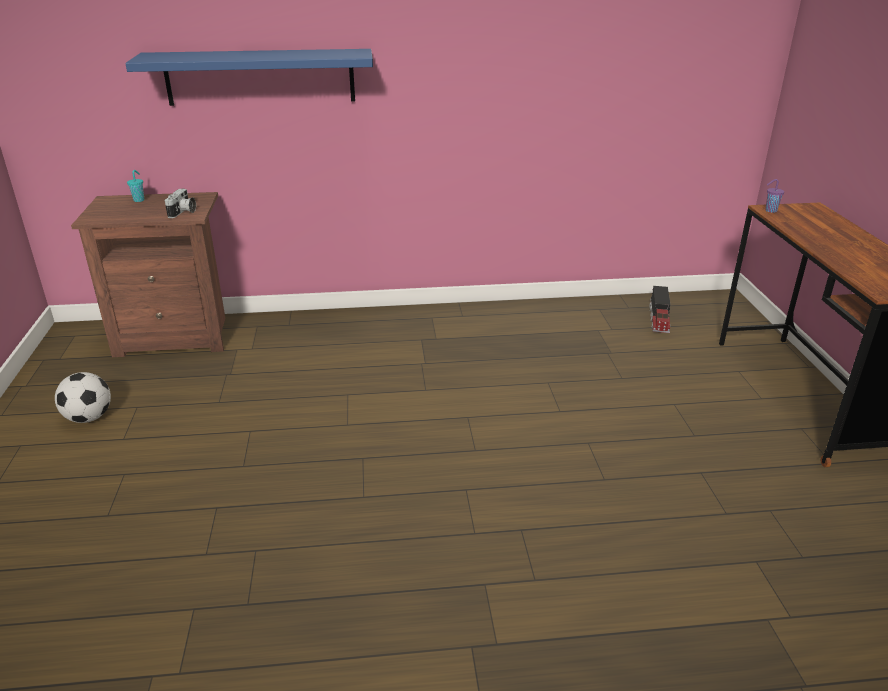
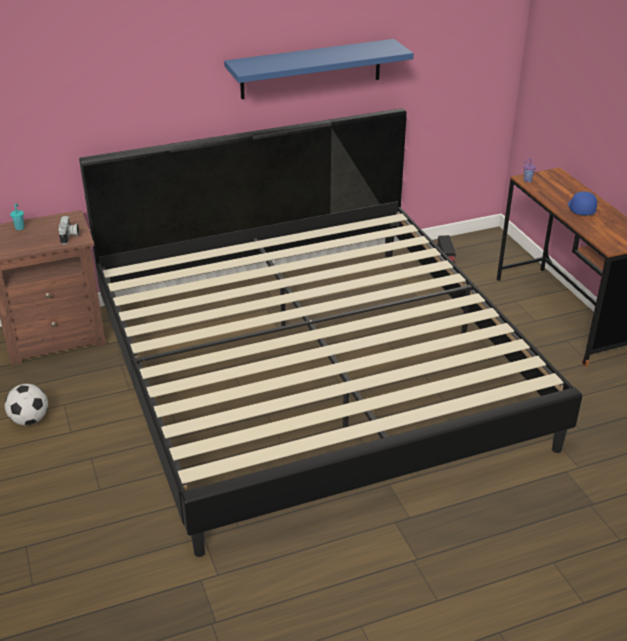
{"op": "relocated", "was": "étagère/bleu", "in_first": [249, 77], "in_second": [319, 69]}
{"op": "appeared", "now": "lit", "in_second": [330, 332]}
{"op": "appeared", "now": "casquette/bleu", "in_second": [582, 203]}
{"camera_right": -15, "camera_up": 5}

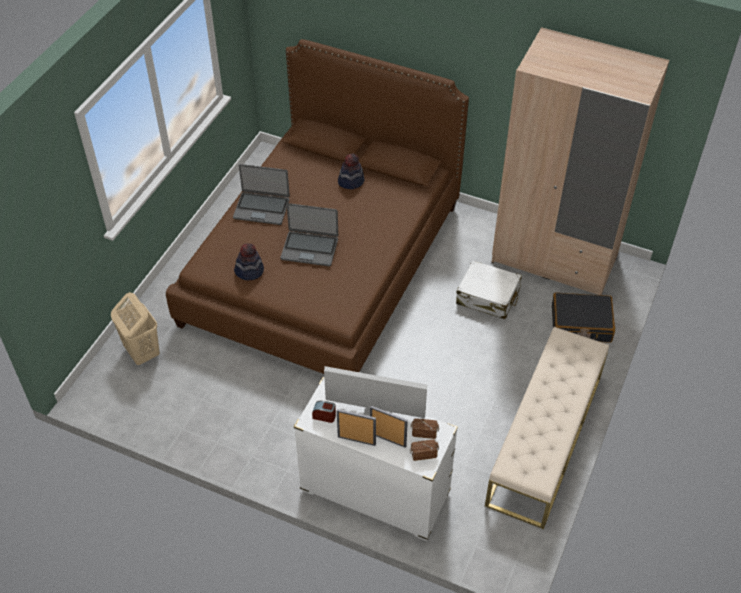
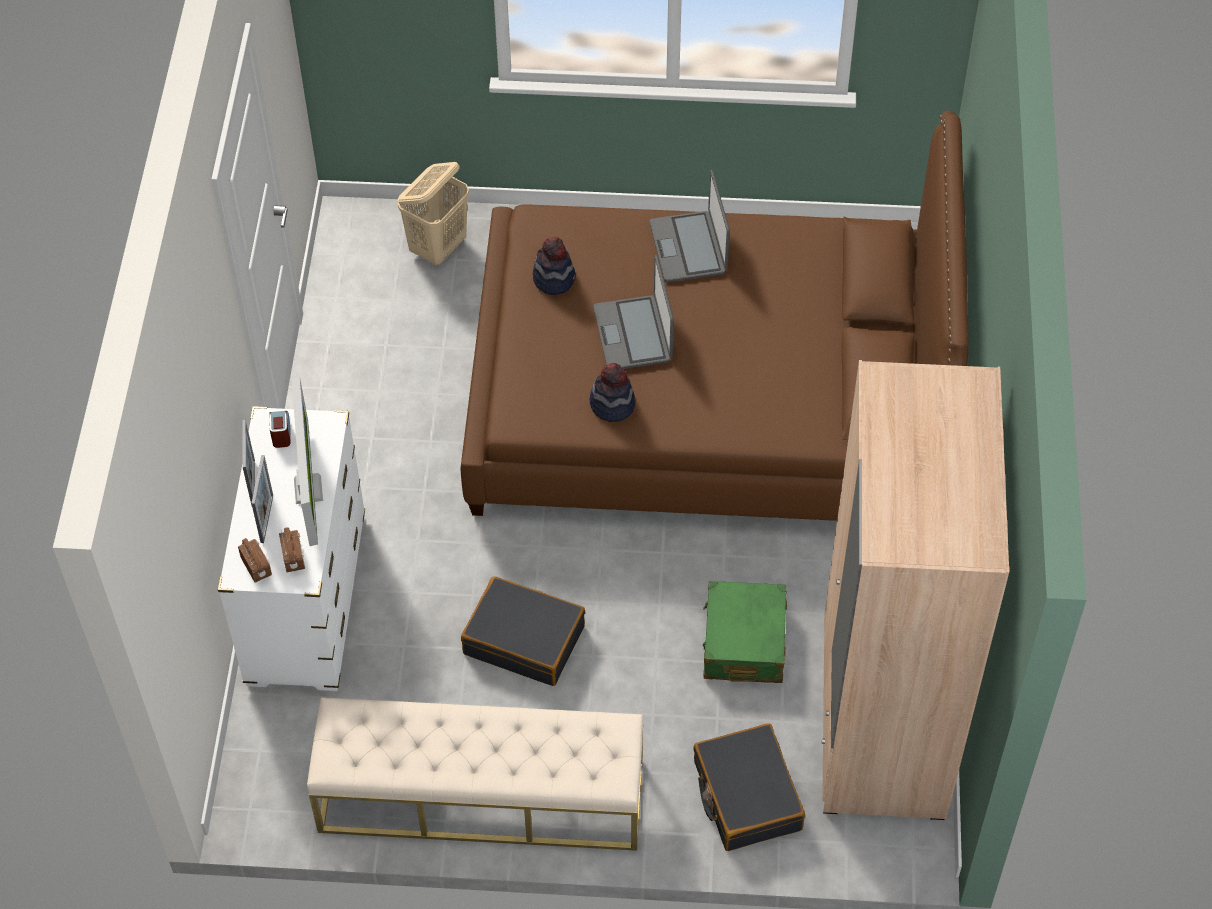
{"op": "relocated", "was": "chapeau", "in_first": [351, 171], "in_second": [612, 392]}
{"op": "colour", "was": "valise/blanc", "now": "valise/vert", "in_first": [489, 289], "in_second": [745, 632]}
{"op": "appeared", "now": "valise/noir", "in_second": [523, 631]}
{"camera_right": 70, "camera_up": 5}

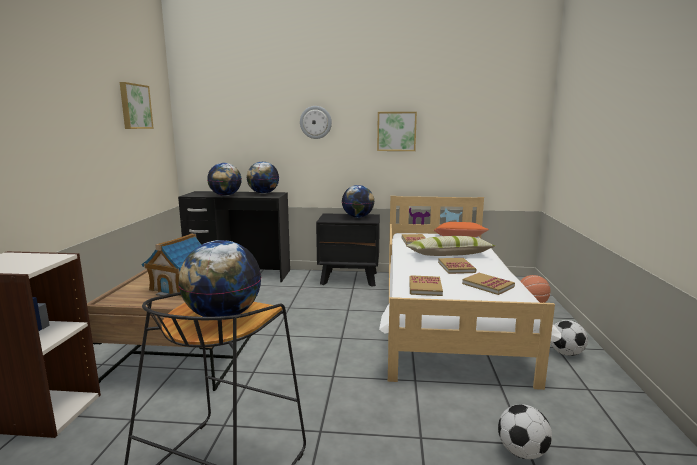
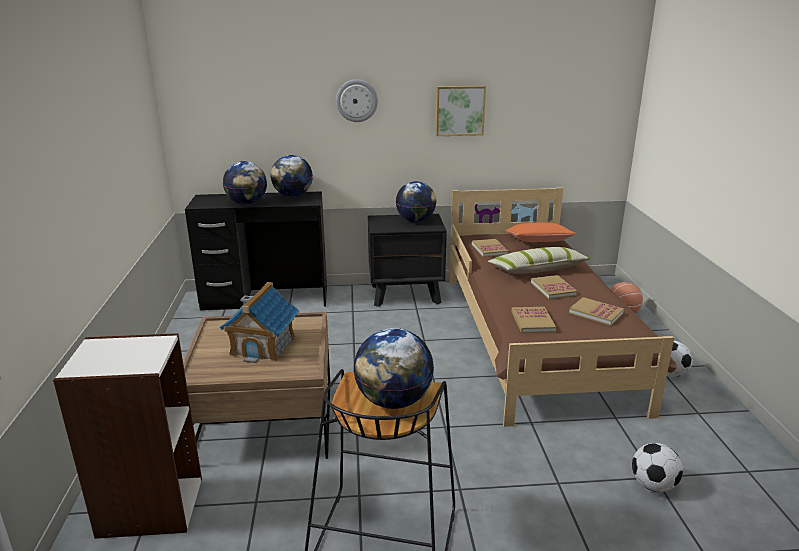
{"op": "missing", "was": "tableau", "in_first": [137, 105]}
{"op": "colour", "was": "lit/blanc", "now": "lit/marron", "in_first": [470, 293], "in_second": [563, 307]}
{"camera_right": -10, "camera_up": 10}

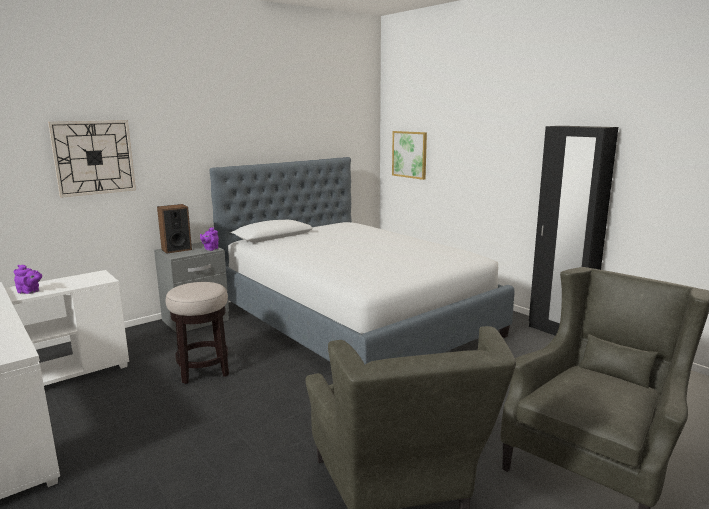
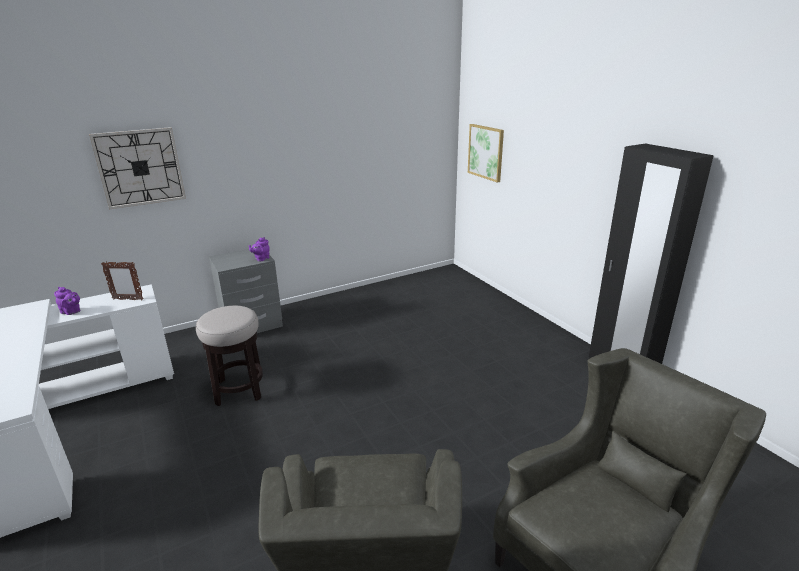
{"op": "missing", "was": "enceinte", "in_first": [174, 229]}
{"op": "missing", "was": "lit", "in_first": [362, 261]}
{"op": "appeared", "now": "cadre photo", "in_second": [122, 281]}
{"camera_right": 10, "camera_up": 10}

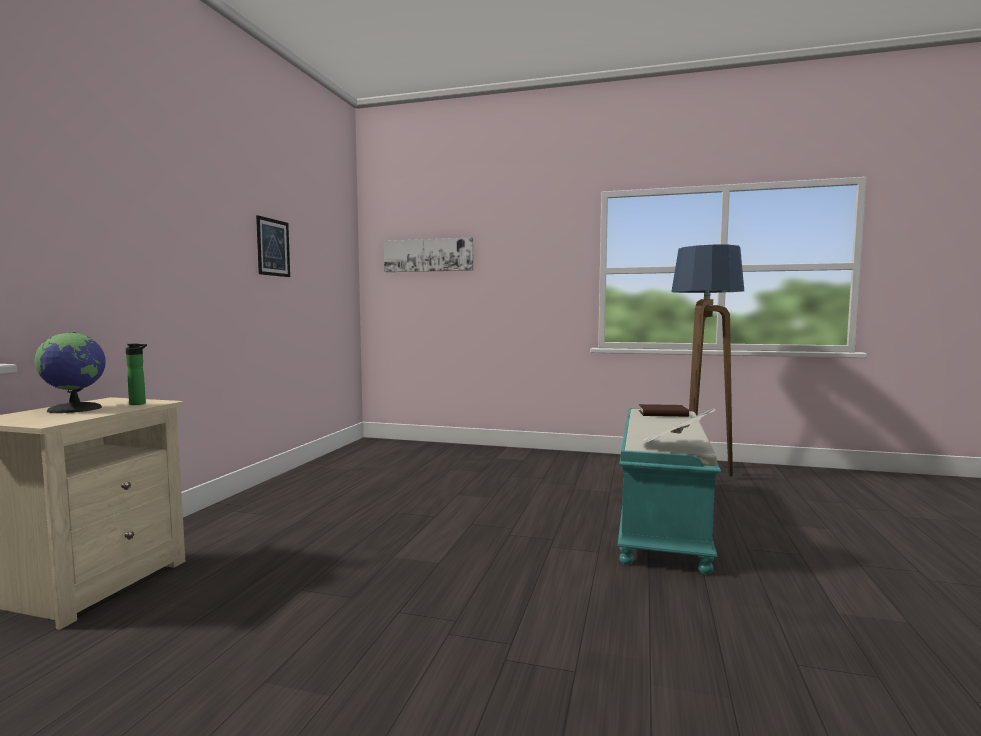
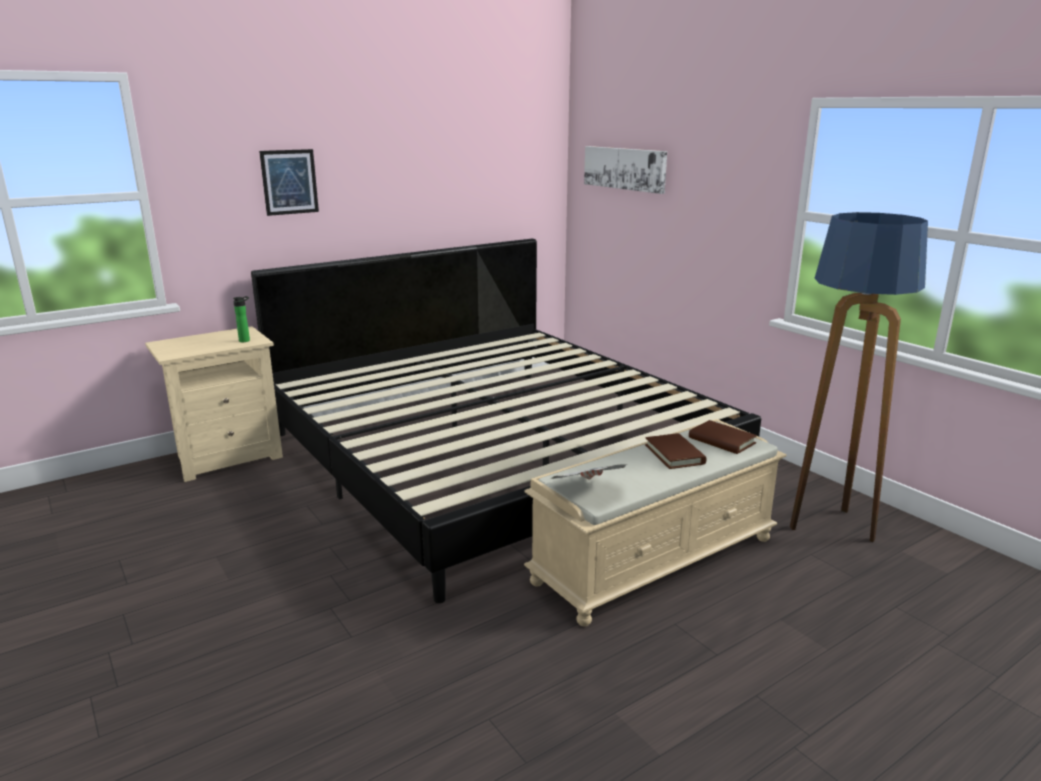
{"op": "missing", "was": "globe", "in_first": [70, 372]}
{"op": "relocated", "was": "tableau", "in_first": [273, 246], "in_second": [289, 182]}
{"op": "colour", "was": "banc/turquoise", "now": "banc/beige", "in_first": [669, 491], "in_second": [655, 522]}
{"op": "appeared", "now": "lit", "in_second": [506, 421]}
{"op": "appeared", "now": "livre/marron", "in_second": [676, 451]}
{"camera_right": 40, "camera_up": 15}

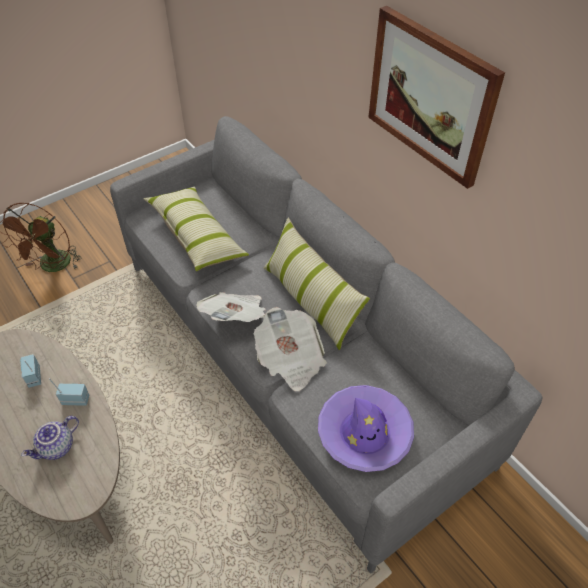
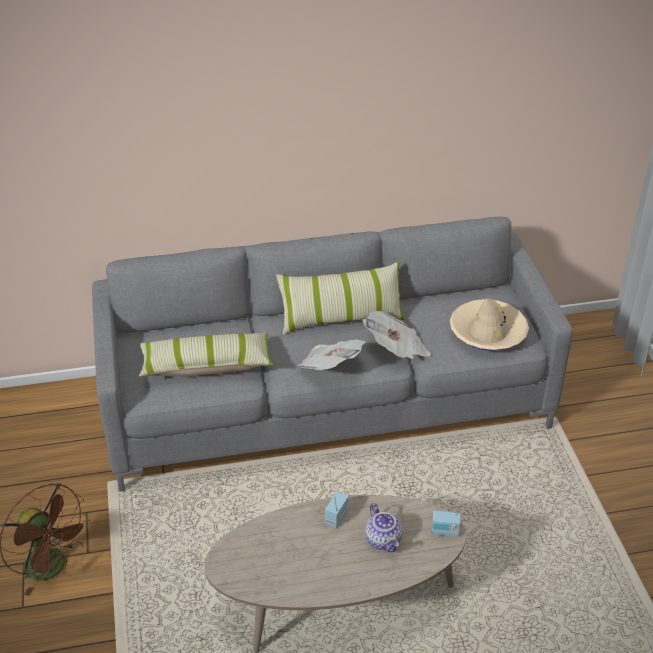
{"op": "relocated", "was": "radio", "in_first": [30, 371], "in_second": [447, 517]}
{"op": "colour", "was": "chapeau/violet", "now": "chapeau/beige", "in_first": [366, 428], "in_second": [489, 324]}
{"op": "missing", "was": "tableau", "in_first": [436, 97]}
{"camera_right": -65, "camera_up": -10}

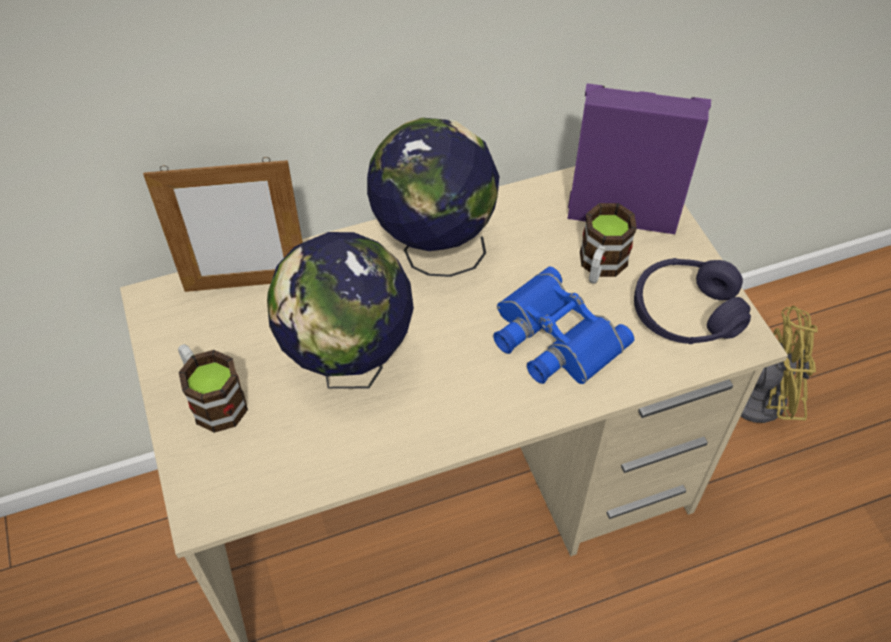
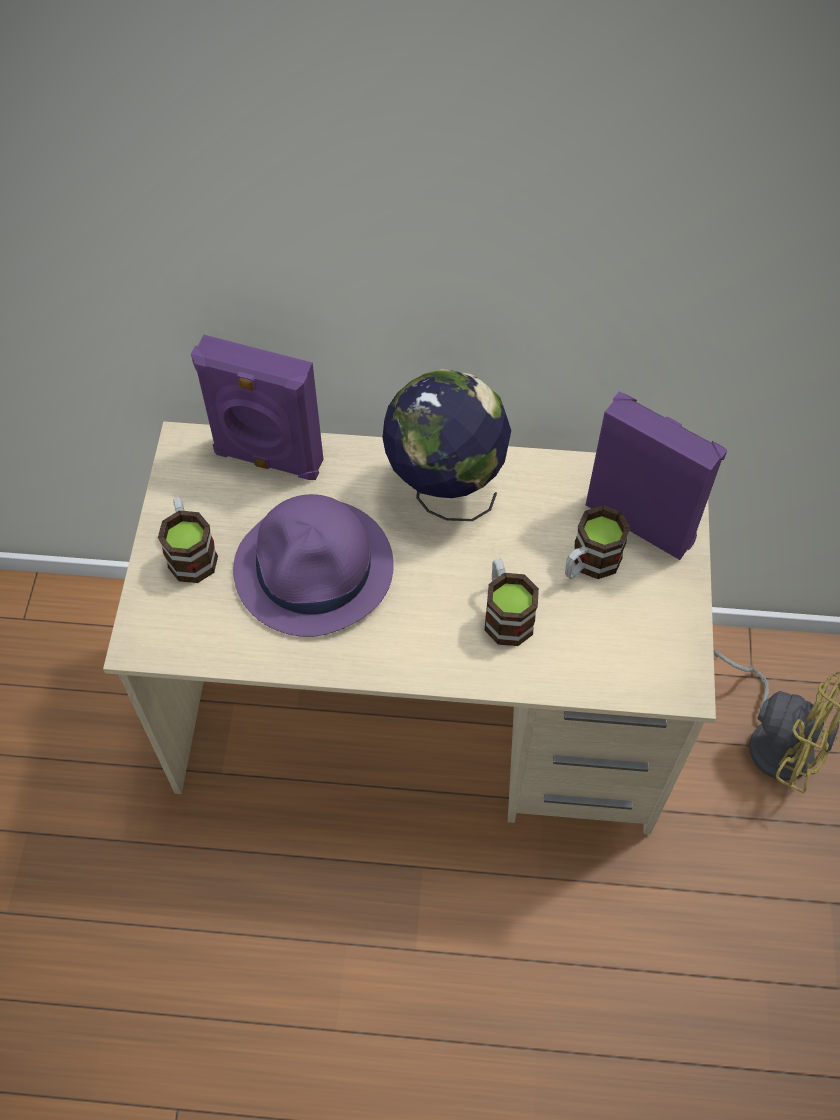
{"op": "exchanged", "was": "cadre photo", "now": "enceinte/violet", "in_first": [223, 224], "in_second": [257, 407]}
{"op": "exchanged", "was": "globe", "now": "chapeau/violet", "in_first": [340, 310], "in_second": [313, 565]}
{"op": "exchanged", "was": "jumelles/bleu", "now": "mug", "in_first": [563, 325], "in_second": [512, 602]}
{"op": "missing", "was": "casque audio/violet", "in_first": [692, 301]}
{"camera_right": 25, "camera_up": 5}

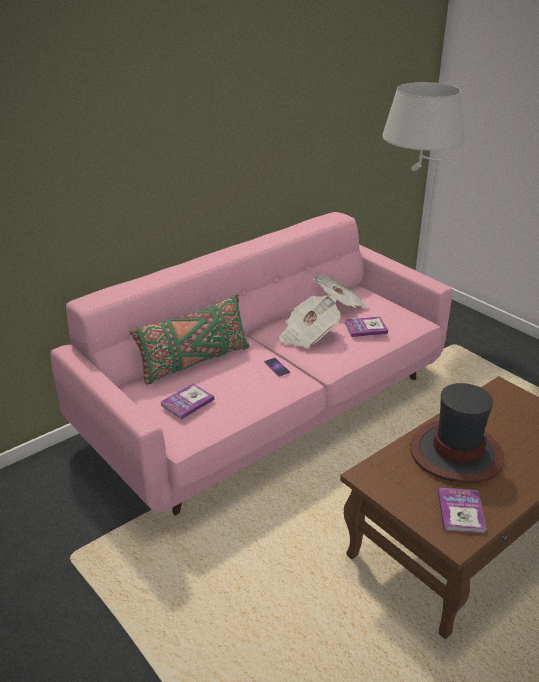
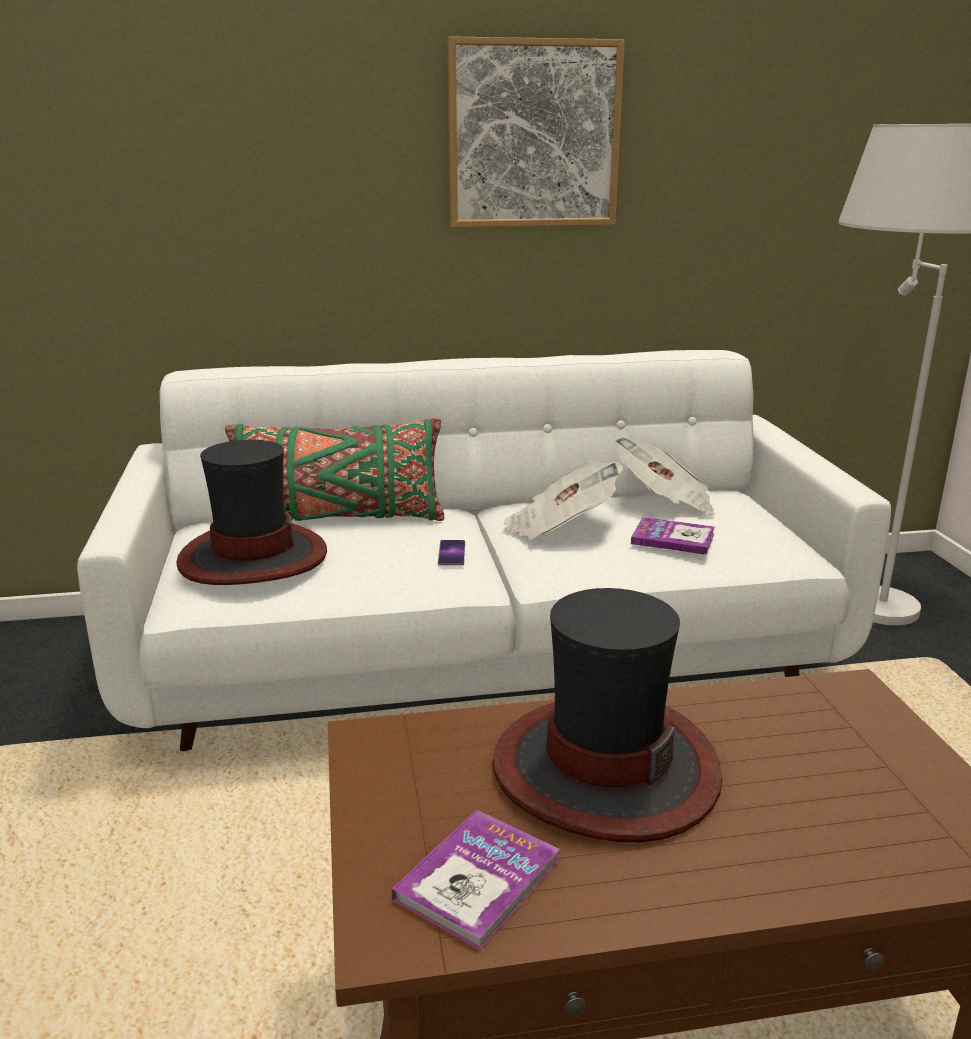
{"op": "colour", "was": "canapé/rose", "now": "canapé/blanc", "in_first": [251, 363], "in_second": [484, 550]}
{"op": "exchanged", "was": "livre", "now": "chapeau", "in_first": [187, 401], "in_second": [251, 512]}
{"op": "appeared", "now": "tableau", "in_second": [536, 131]}
{"camera_right": 30, "camera_up": -10}

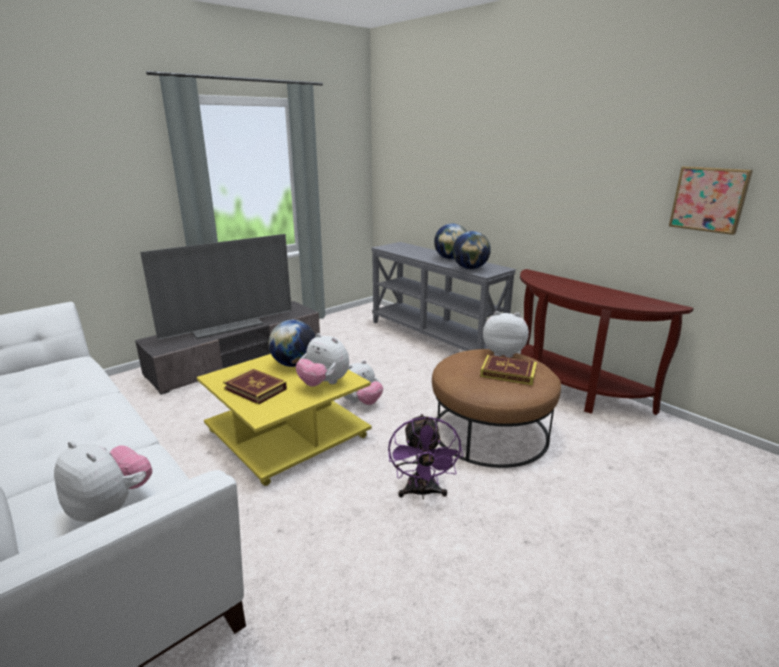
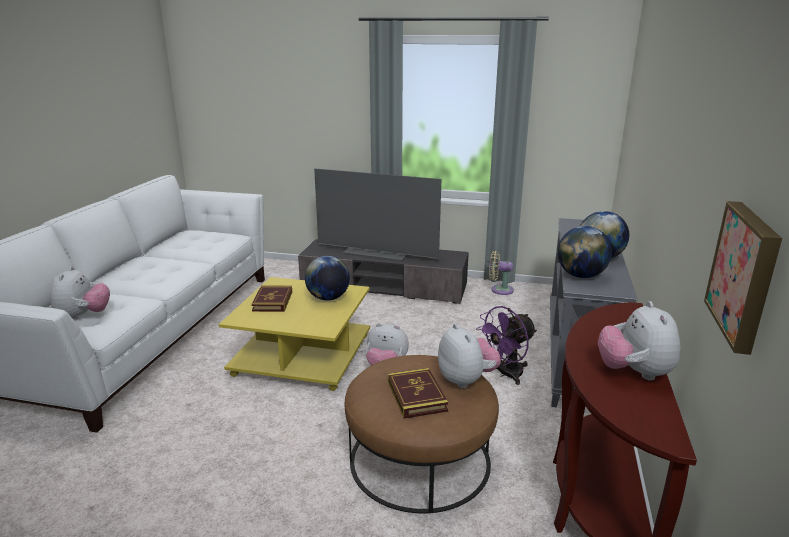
{"op": "relocated", "was": "peluche", "in_first": [322, 360], "in_second": [639, 340]}
{"op": "relocated", "was": "ventilateur/violet", "in_first": [425, 456], "in_second": [506, 345]}
{"op": "appeared", "now": "ventilateur/beige", "in_second": [501, 273]}
{"camera_right": 55, "camera_up": 0}

